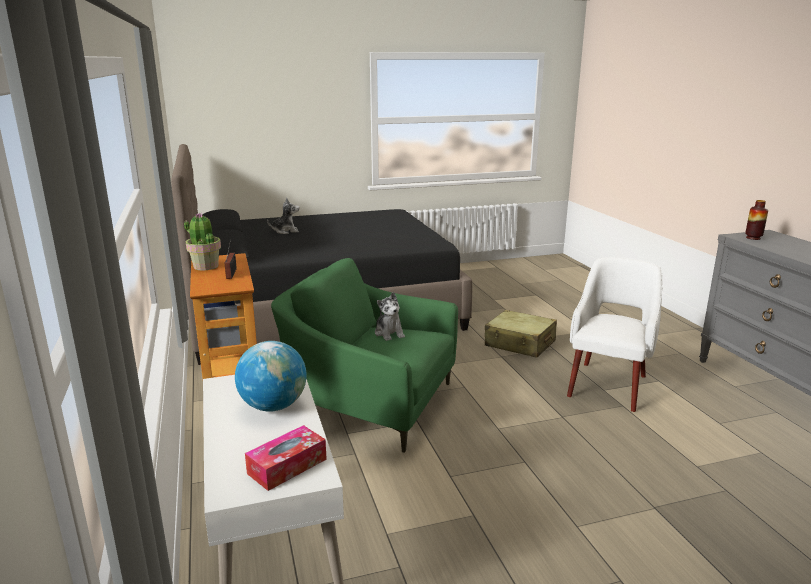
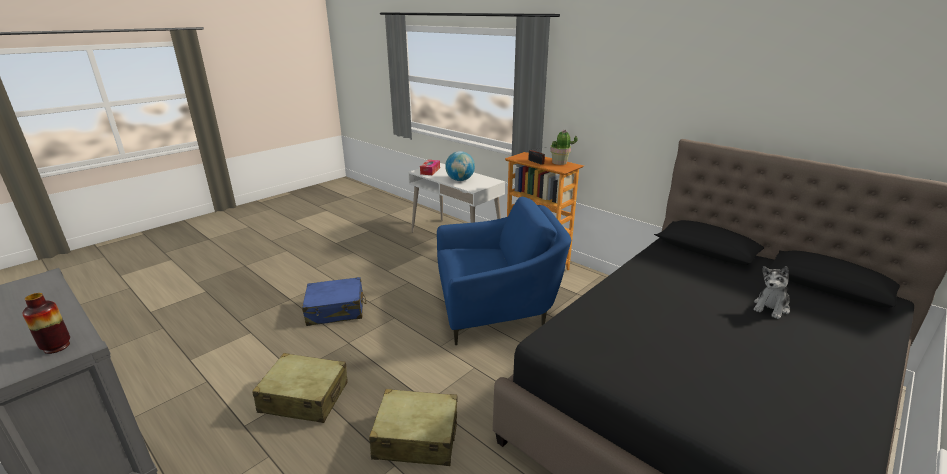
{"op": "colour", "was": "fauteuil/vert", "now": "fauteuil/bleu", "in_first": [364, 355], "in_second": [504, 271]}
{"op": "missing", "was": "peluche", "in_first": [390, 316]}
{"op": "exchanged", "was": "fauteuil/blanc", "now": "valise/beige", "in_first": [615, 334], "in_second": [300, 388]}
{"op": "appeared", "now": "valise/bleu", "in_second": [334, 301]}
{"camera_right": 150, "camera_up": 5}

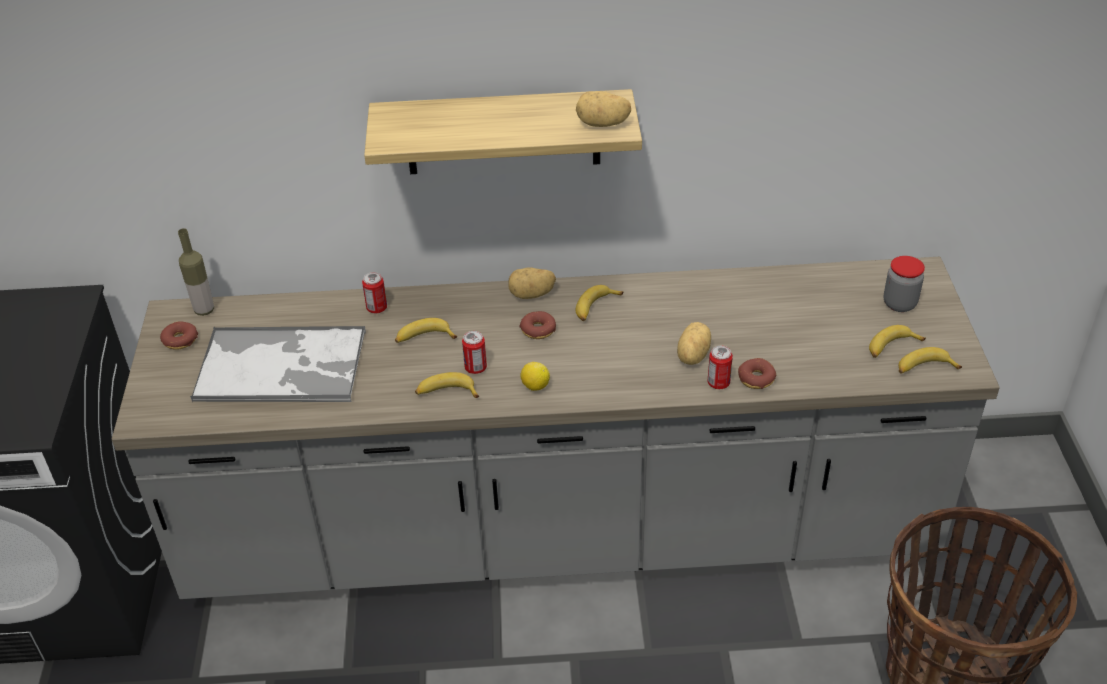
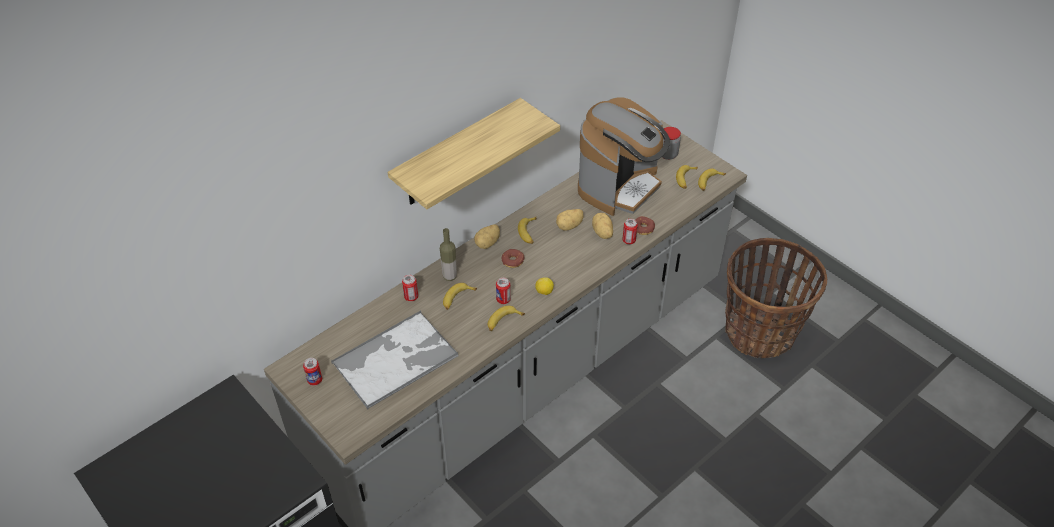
{"op": "exchanged", "was": "beignet", "now": "boîte métallique", "in_first": [179, 335], "in_second": [312, 372]}
{"op": "relocated", "was": "bouteille", "in_first": [196, 272], "in_second": [448, 254]}
{"op": "relocated", "was": "pomme de terre", "in_first": [603, 109], "in_second": [570, 220]}
{"op": "appeared", "now": "machine à café", "in_second": [624, 156]}
{"camera_right": -40, "camera_up": 5}

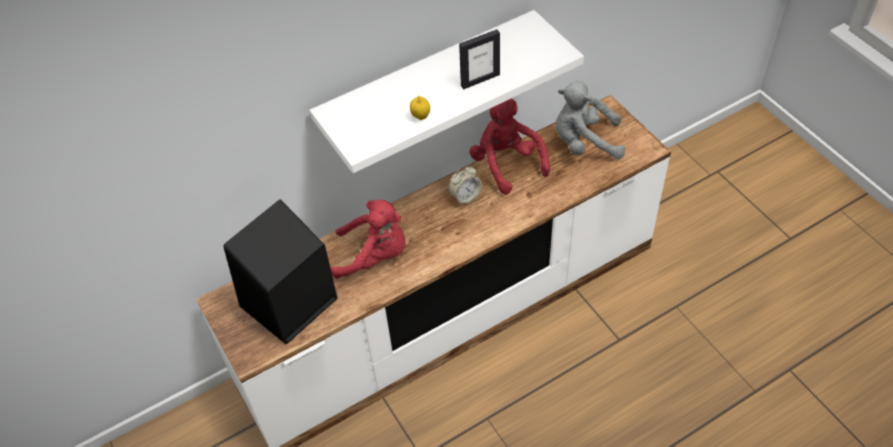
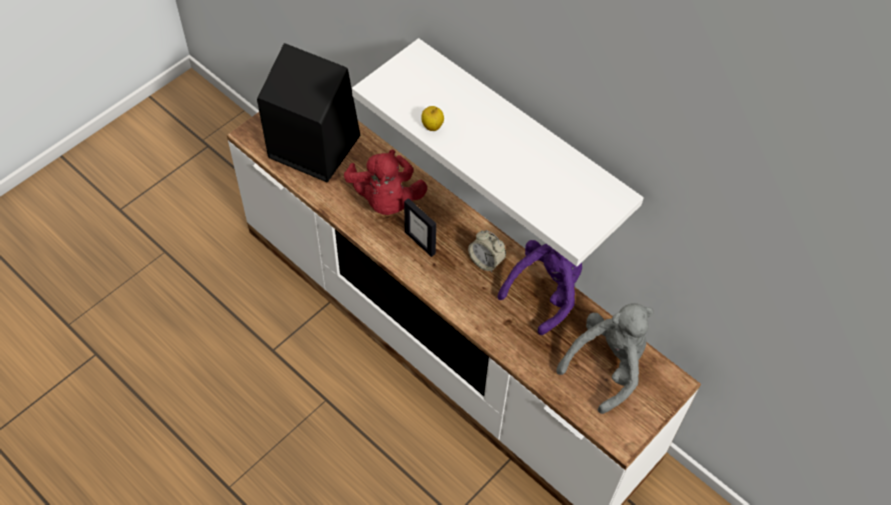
{"op": "relocated", "was": "cadre photo", "in_first": [479, 59], "in_second": [420, 227]}
{"op": "colour", "was": "peluche/rouge", "now": "peluche/violet", "in_first": [509, 147], "in_second": [540, 287]}
{"op": "spun", "was": "peluche/gris", "in_first": [590, 120], "in_second": [605, 358], "clockwise": 60}
{"camera_right": 70, "camera_up": 5}

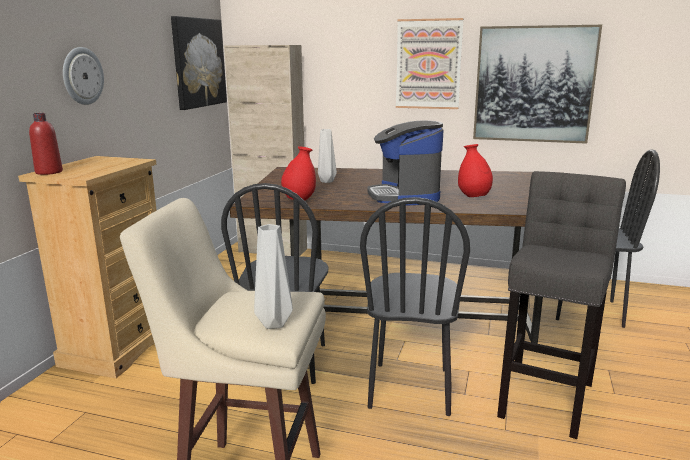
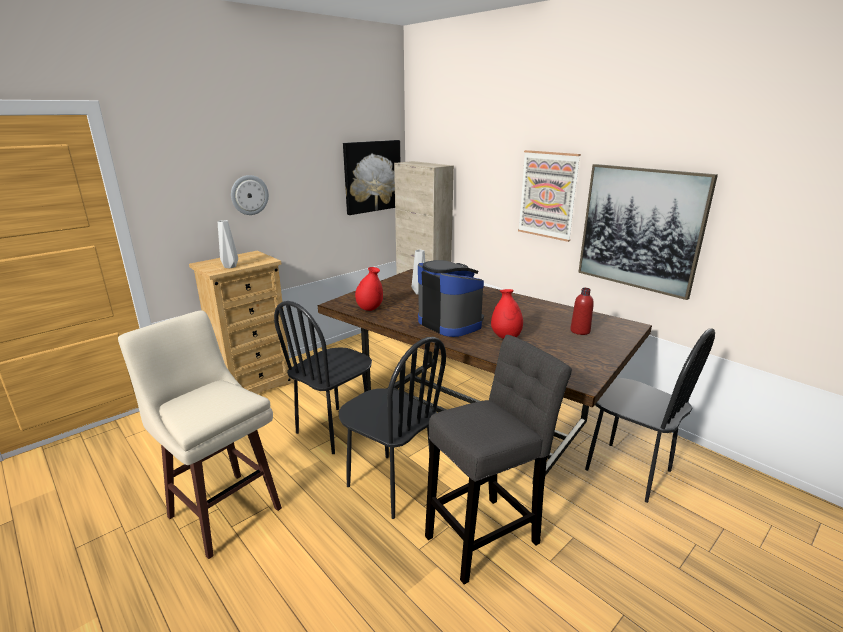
{"op": "relocated", "was": "bouteille/rouge", "in_first": [46, 144], "in_second": [582, 311]}
{"op": "relocated", "was": "vase/gris", "in_first": [273, 276], "in_second": [228, 244]}
{"op": "spun", "was": "chaise/noir", "in_first": [415, 306], "in_second": [392, 428], "clockwise": -90}
{"op": "spun", "was": "machine à café", "in_first": [405, 163], "in_second": [451, 298], "clockwise": 120}
{"camera_right": 30, "camera_up": 5}

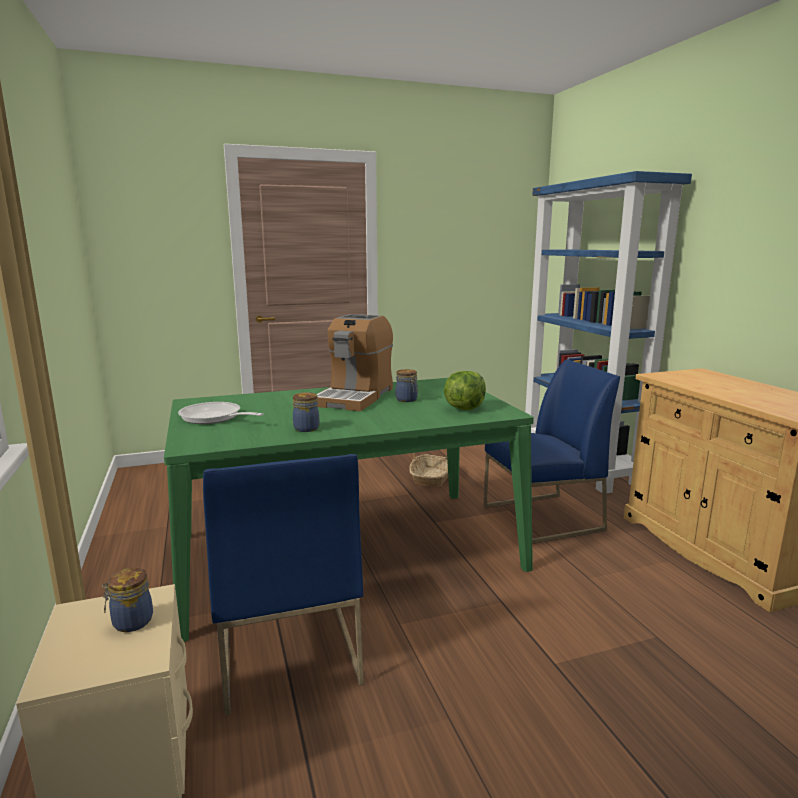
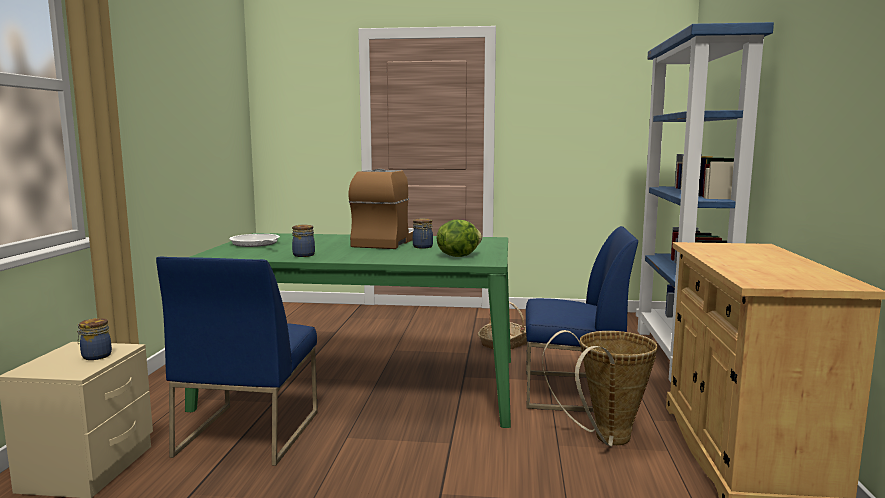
{"op": "spun", "was": "machine à café", "in_first": [355, 362], "in_second": [381, 209], "clockwise": 150}
{"op": "appeared", "now": "panier", "in_second": [600, 388]}
{"camera_right": 25, "camera_up": -5}

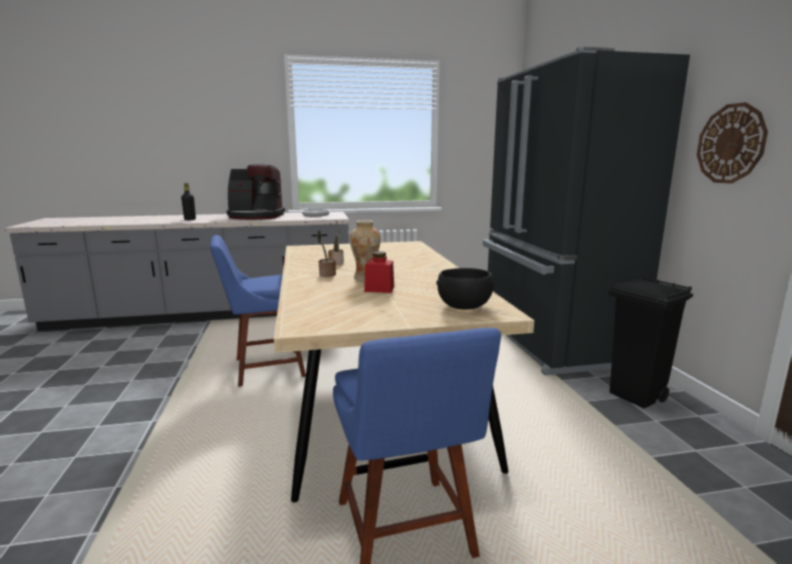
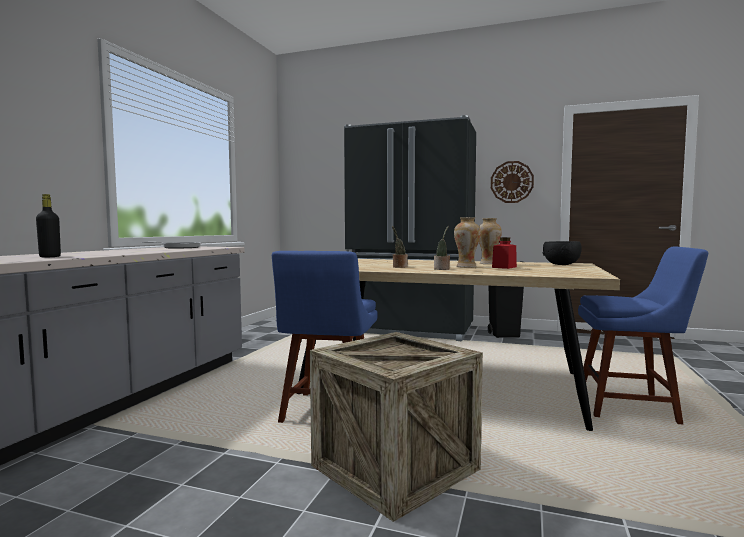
{"op": "missing", "was": "machine à café", "in_first": [256, 192]}
{"op": "appeared", "now": "caisse", "in_second": [396, 427]}
{"op": "appeared", "now": "vase", "in_second": [490, 241]}
{"camera_right": -60, "camera_up": -10}

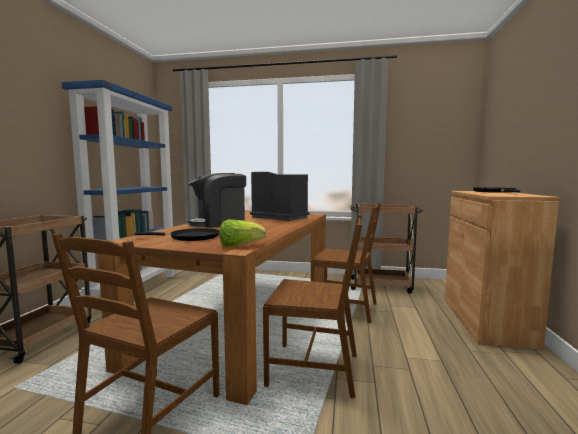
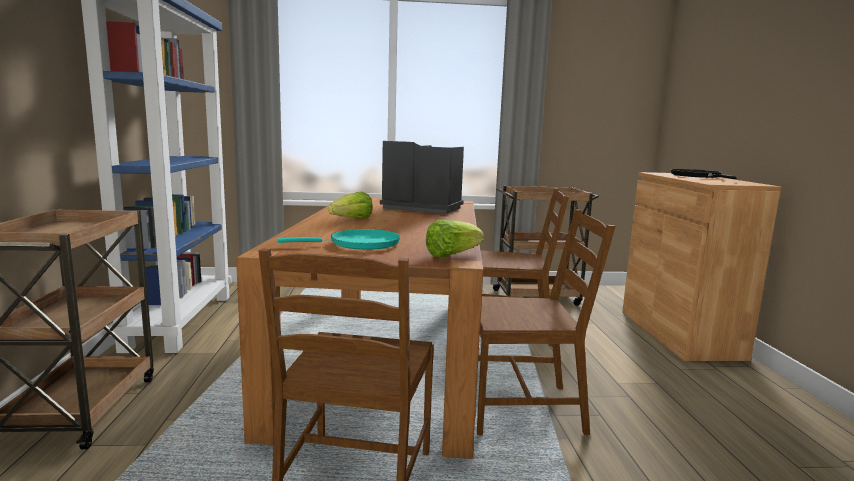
{"op": "colour", "was": "poêle/noir", "now": "poêle/turquoise", "in_first": [177, 234], "in_second": [338, 239]}
{"op": "exchanged", "was": "machine à café", "now": "laitue", "in_first": [217, 200], "in_second": [350, 205]}
{"camera_right": -15, "camera_up": 5}

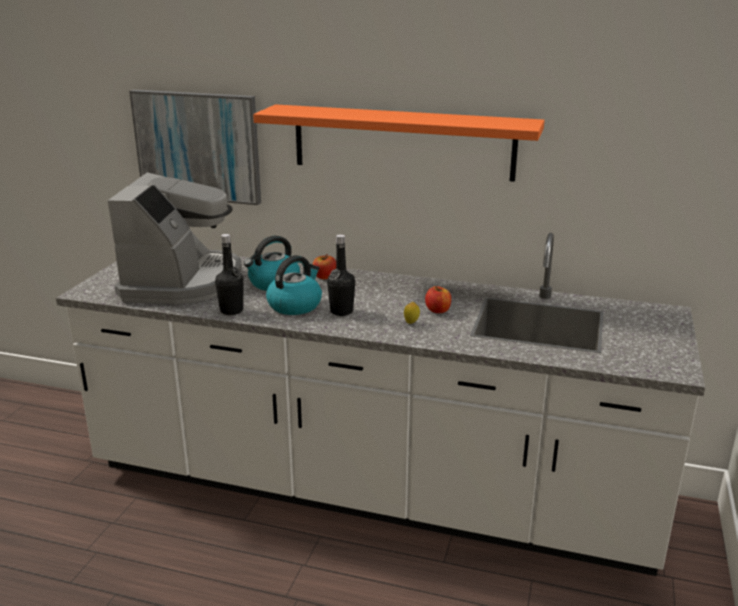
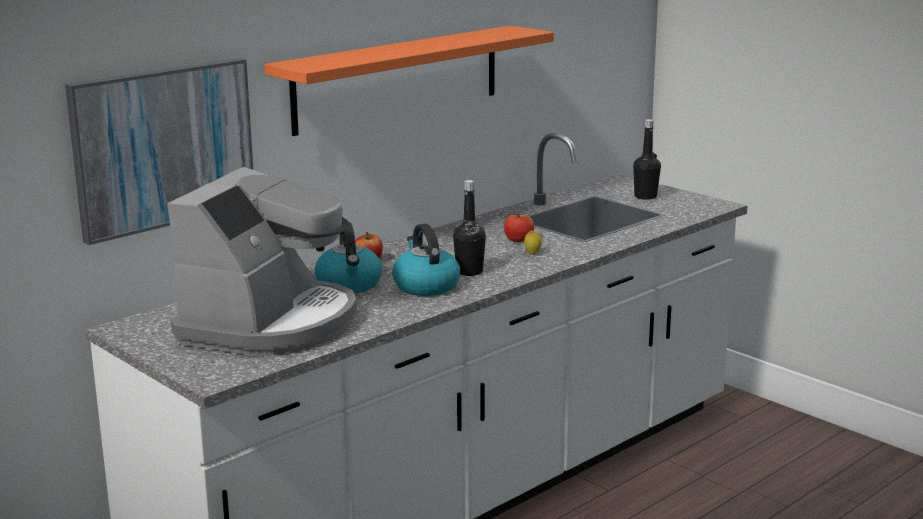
{"op": "spun", "was": "machine à café", "in_first": [175, 238], "in_second": [262, 261], "clockwise": 75}
{"op": "relocated", "was": "bouteille/noir", "in_first": [229, 274], "in_second": [647, 159]}
{"camera_right": -60, "camera_up": -5}

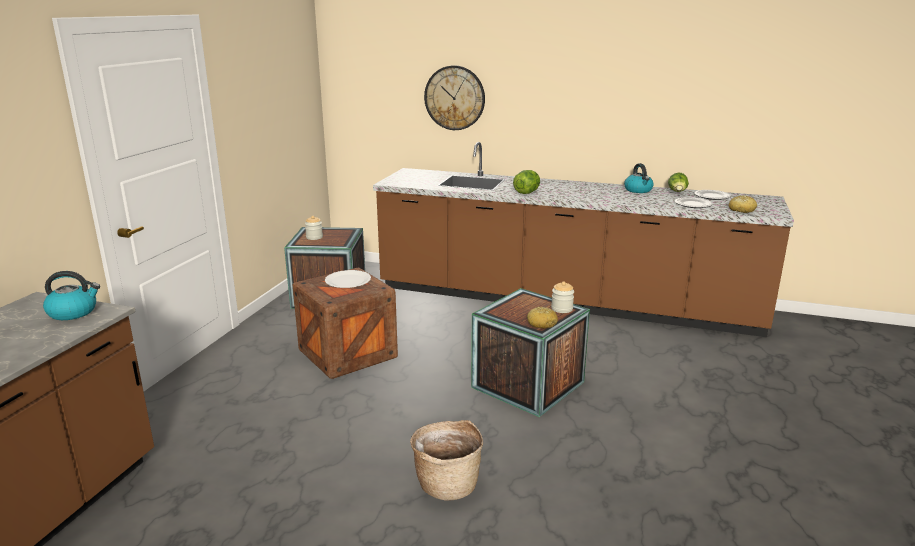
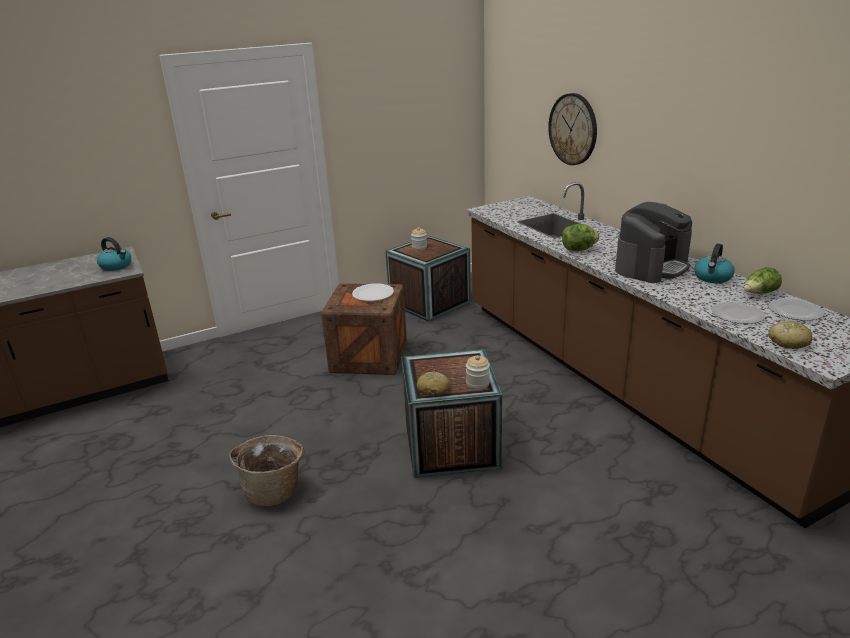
{"op": "appeared", "now": "machine à café", "in_second": [653, 242]}
{"camera_right": 45, "camera_up": 5}

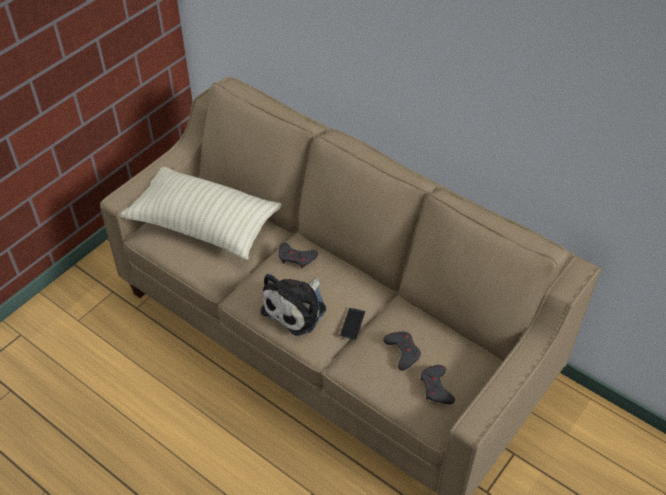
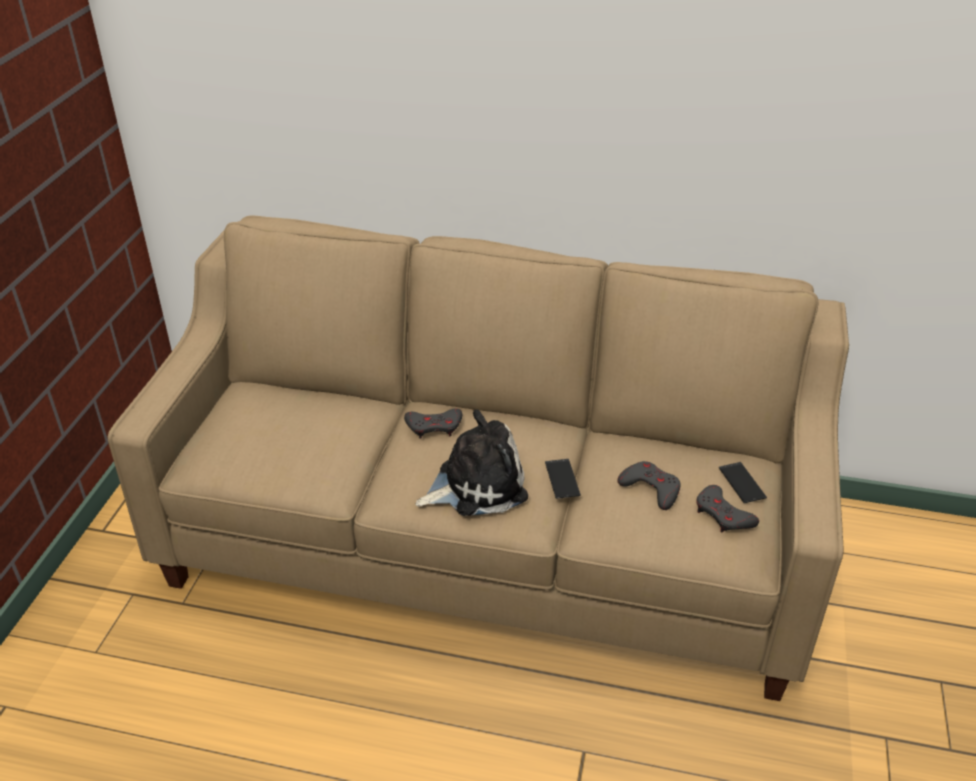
{"op": "missing", "was": "coussin/beige", "in_first": [201, 213]}
{"op": "spun", "was": "peluche", "in_first": [293, 305], "in_second": [471, 462], "clockwise": -120}
{"op": "appeared", "now": "téléphone", "in_second": [743, 482]}
{"camera_right": -25, "camera_up": -10}

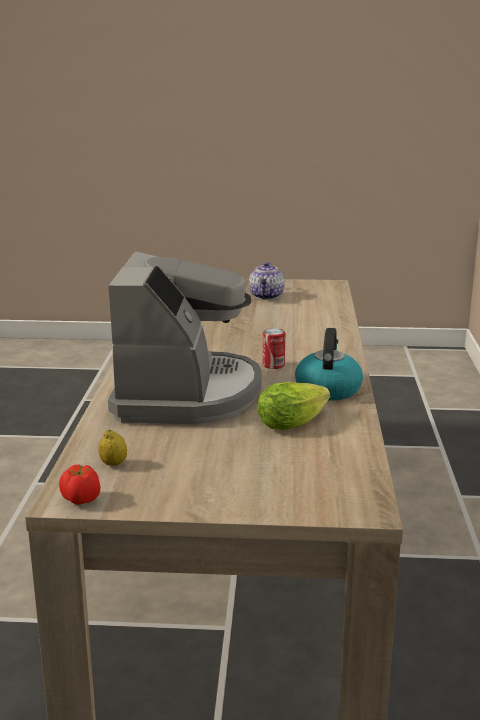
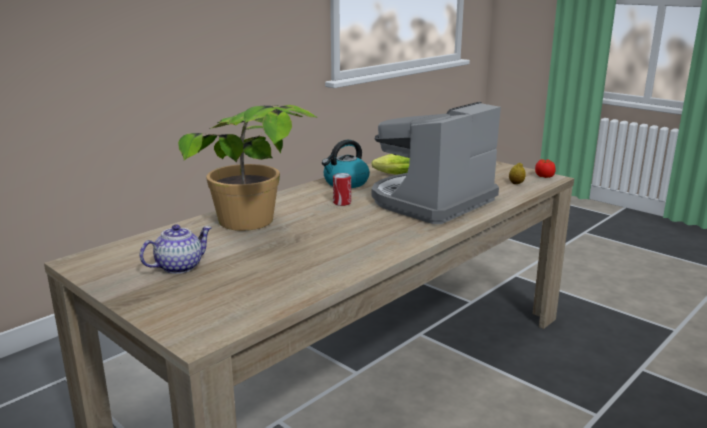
{"op": "appeared", "now": "plante en pot", "in_second": [248, 168]}
{"camera_right": -140, "camera_up": 0}

